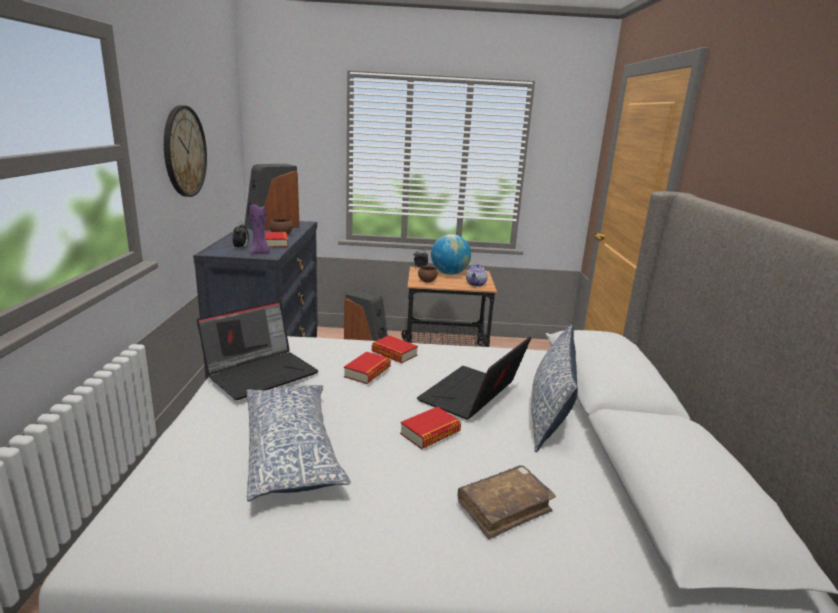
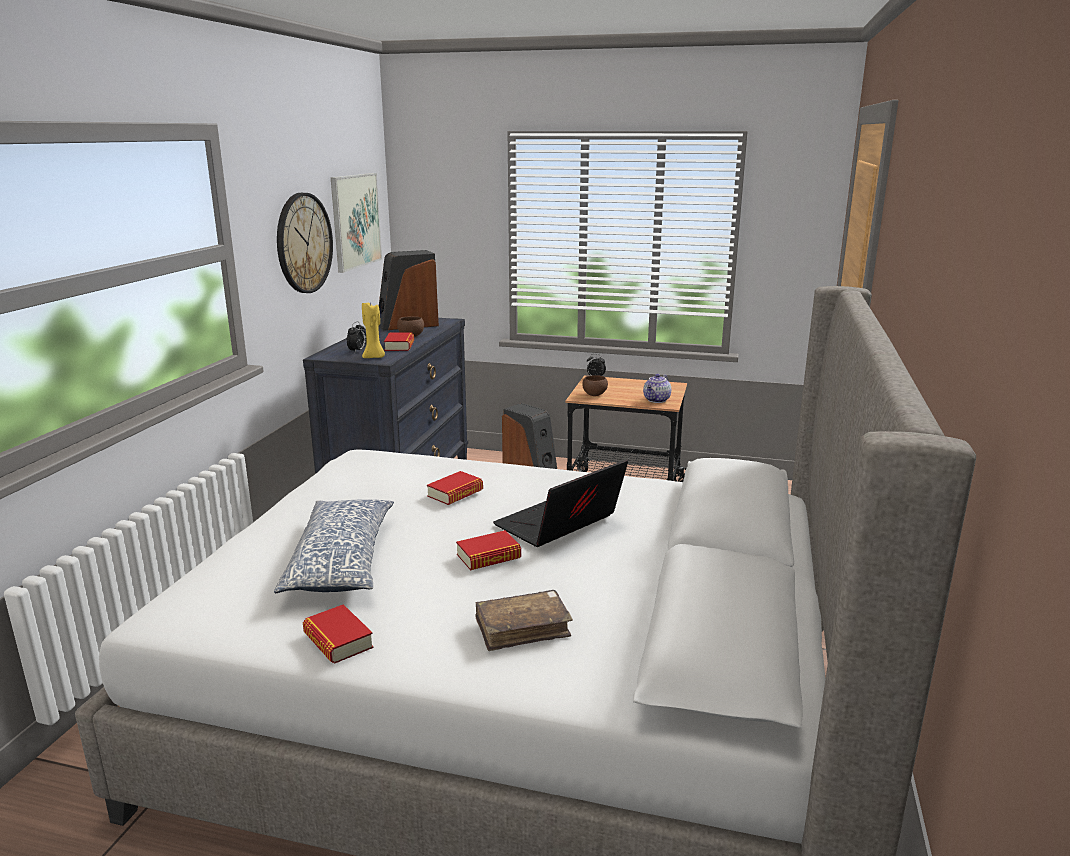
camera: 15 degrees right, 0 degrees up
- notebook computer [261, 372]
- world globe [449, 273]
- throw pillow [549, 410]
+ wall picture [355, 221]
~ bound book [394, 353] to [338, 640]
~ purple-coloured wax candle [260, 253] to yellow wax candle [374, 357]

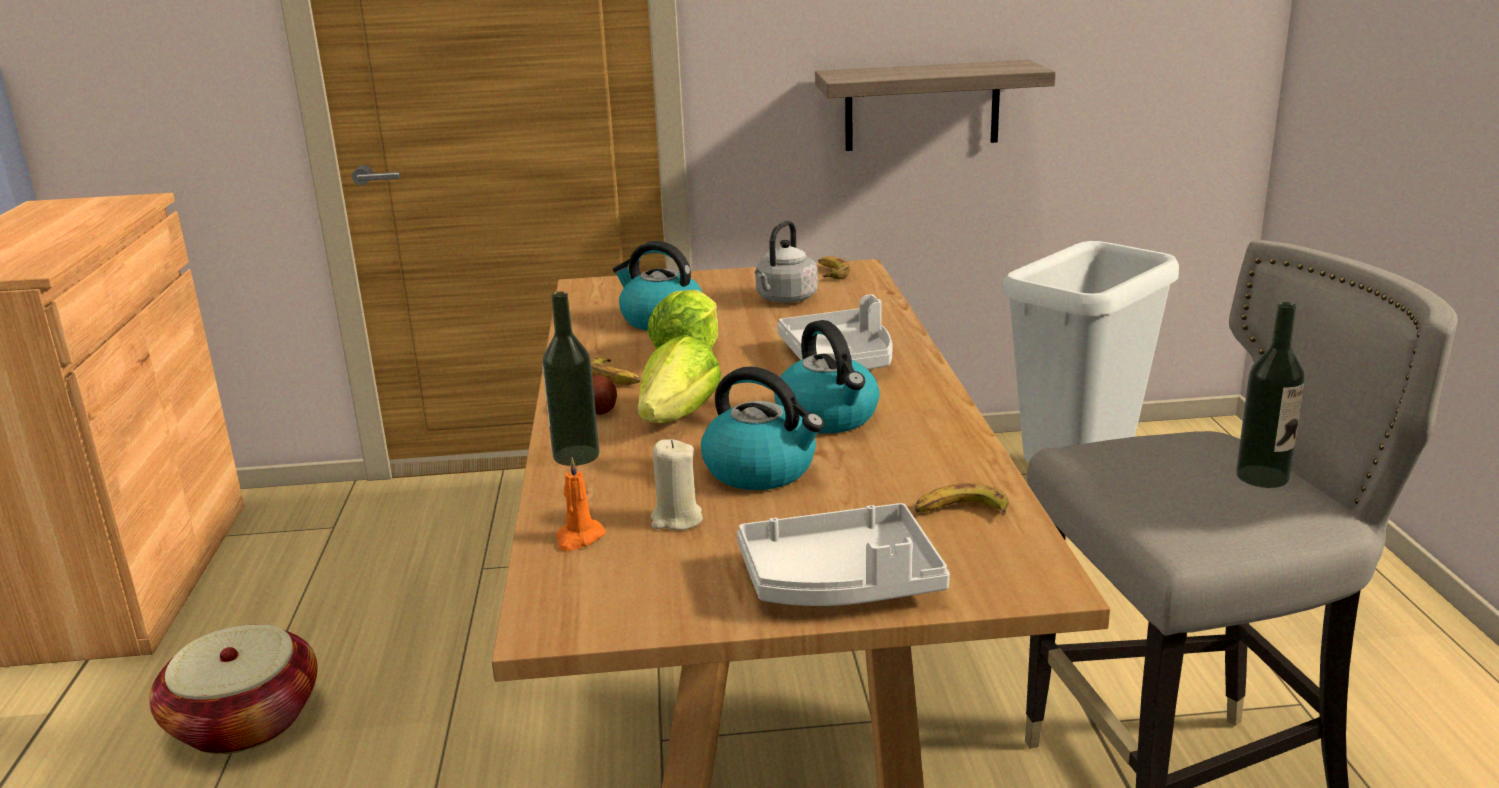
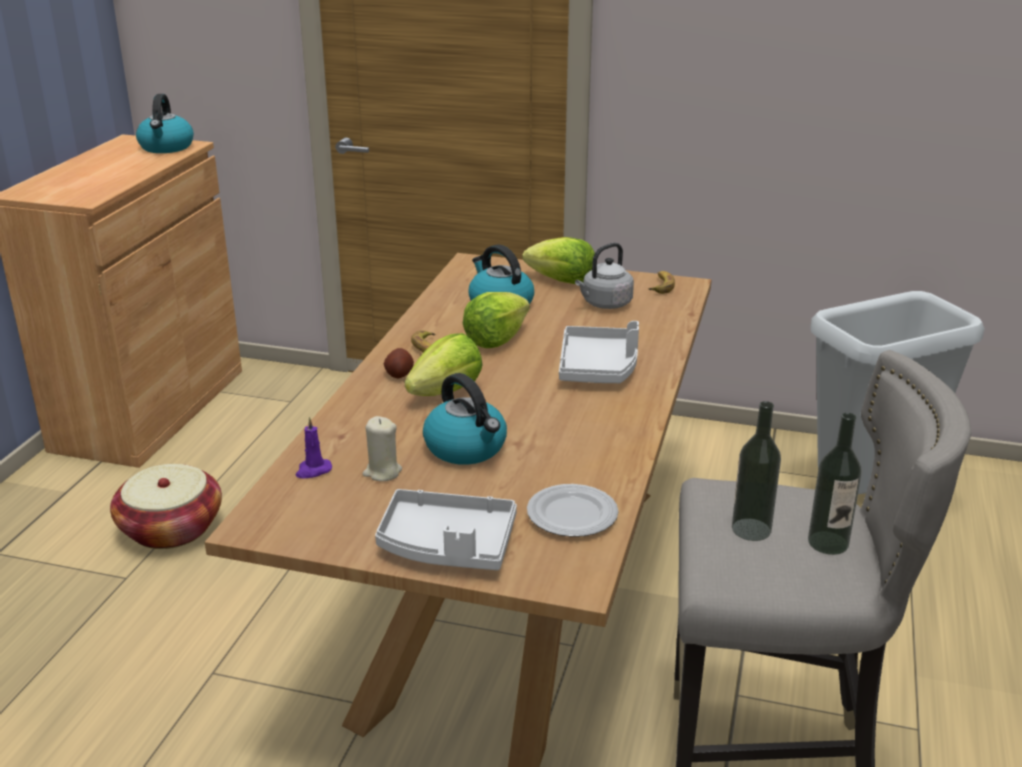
camera: 20 degrees right, 5 degrees up
- bracket shelf [922, 106]
+ lettuce [561, 281]
~ bottle [576, 455] to [751, 529]
~ tea kettle [828, 417] to [166, 147]
~ banana fruit [960, 511] to plate [571, 514]
~ orange wax candle [579, 538] to purple-coloured wax candle [313, 470]

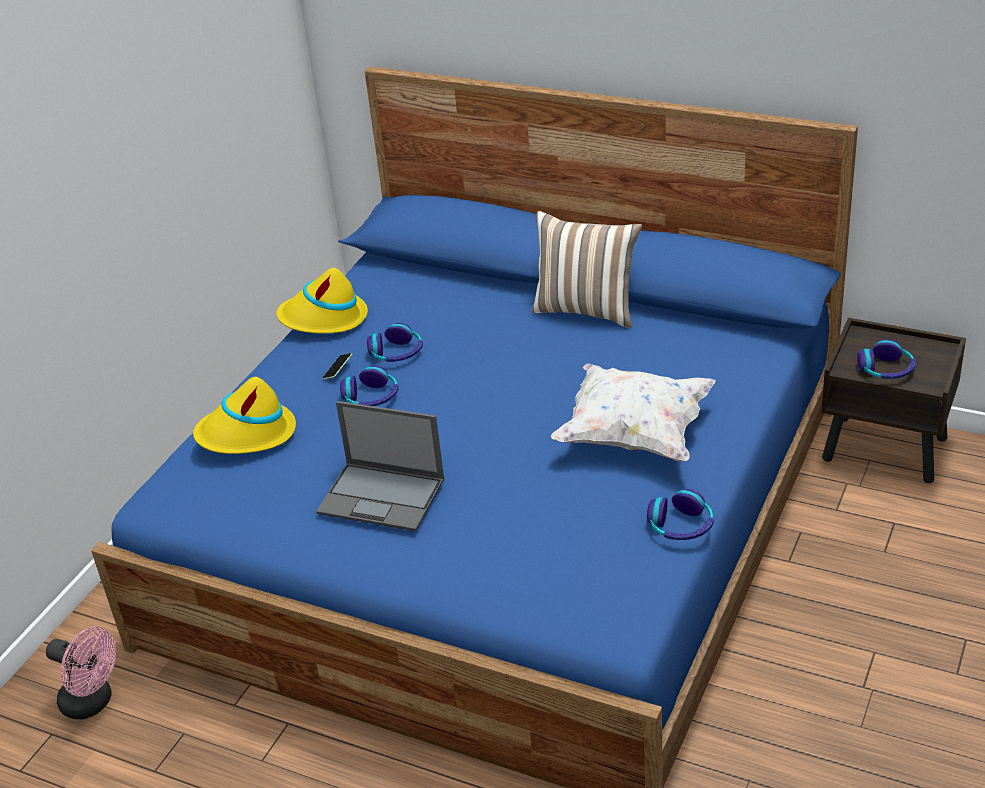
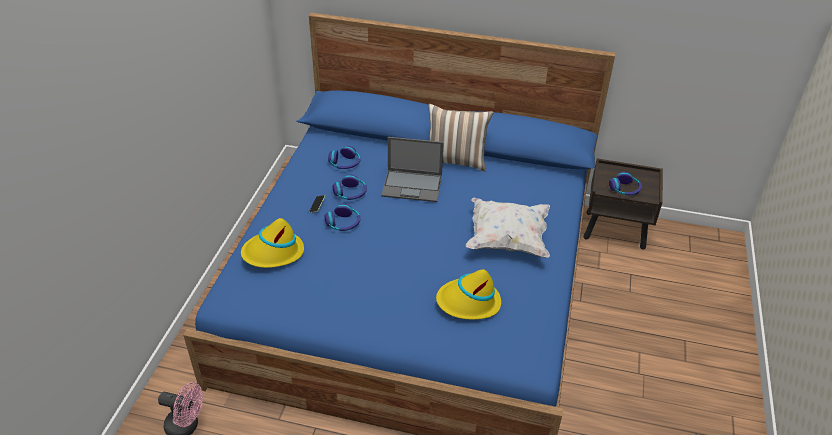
camera: 15 degrees left, 5 degrees up
~ yellow hat [324, 319] to [468, 302]
~ notebook computer [383, 496] to [413, 186]
~ headset [681, 525] to [345, 163]

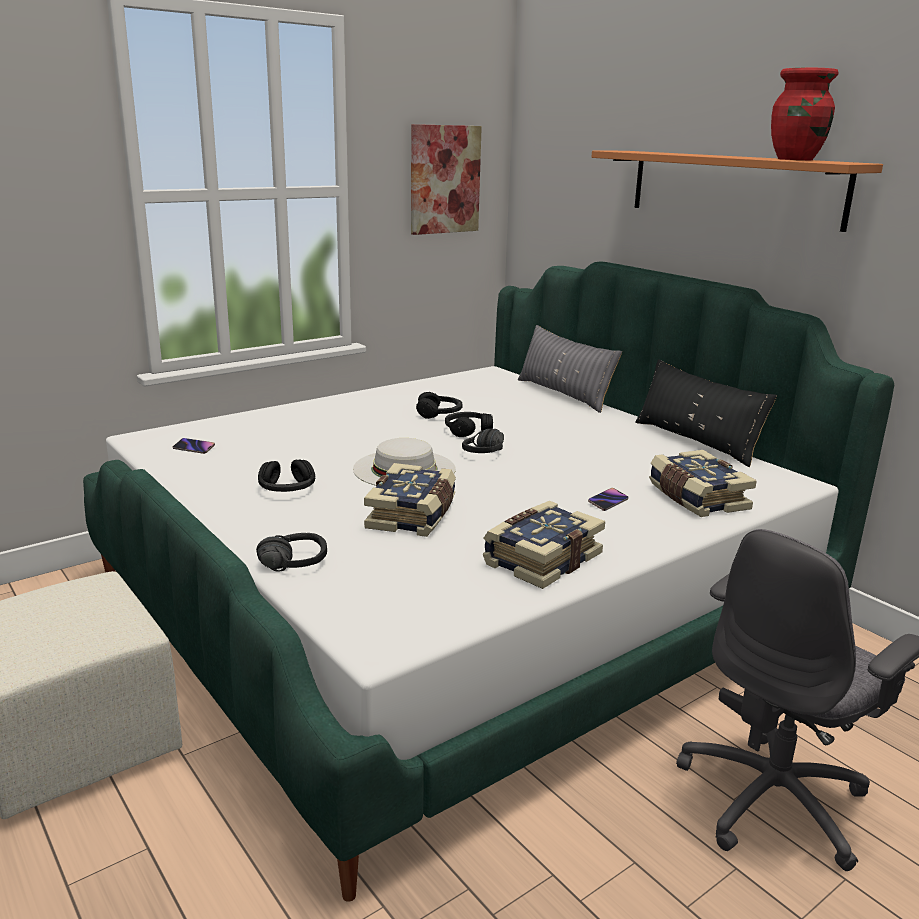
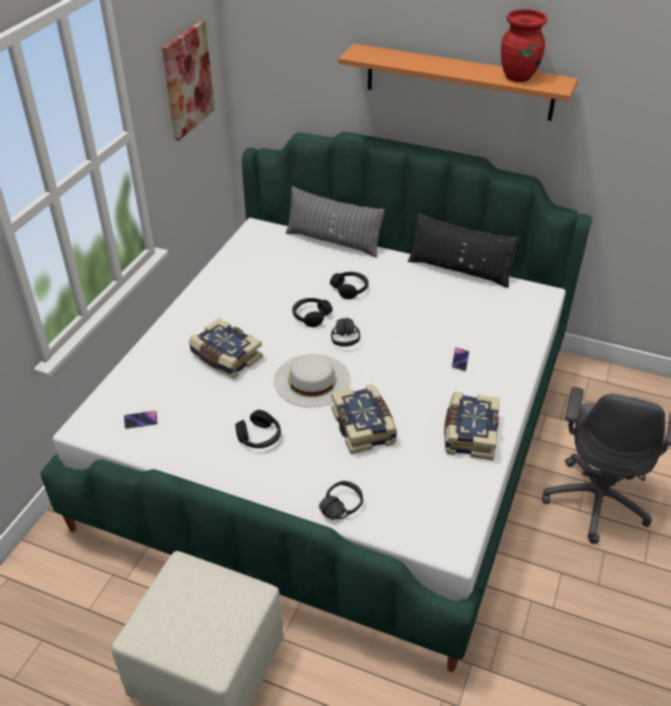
camera: 30 degrees left, 20 degrees up
~ black headset [439, 414] to [350, 289]
~ bound book [696, 498] to [225, 358]

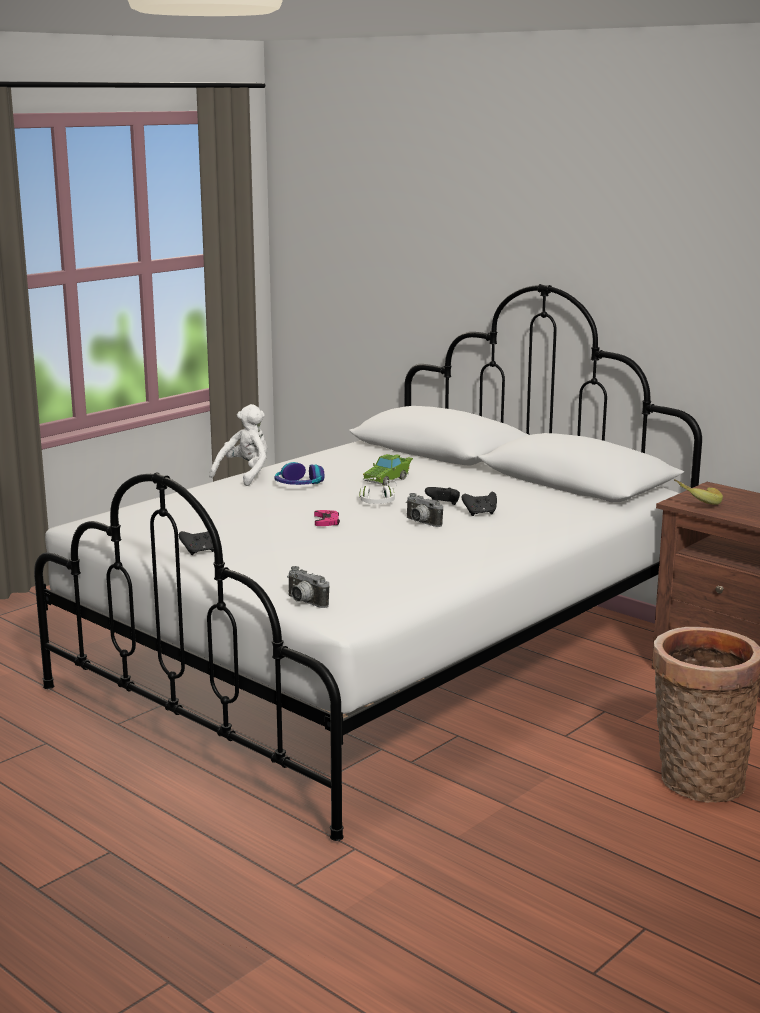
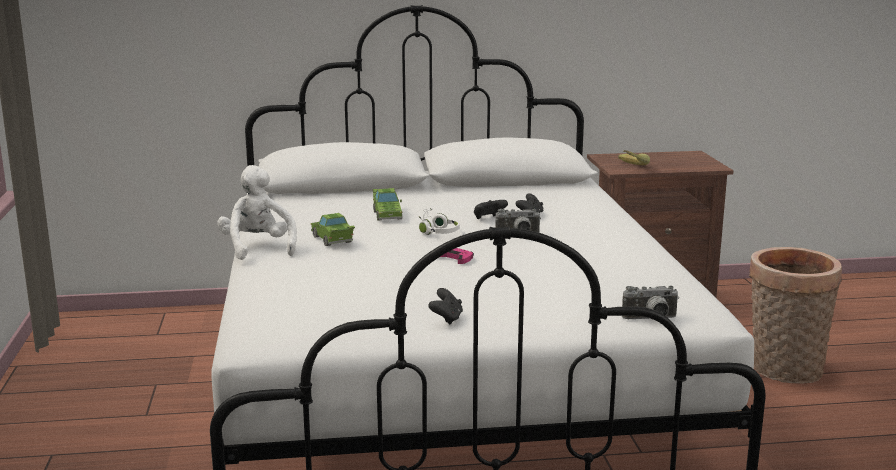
camera: 50 degrees left, 0 degrees up
~ headset [299, 485] to green miniature car [333, 240]

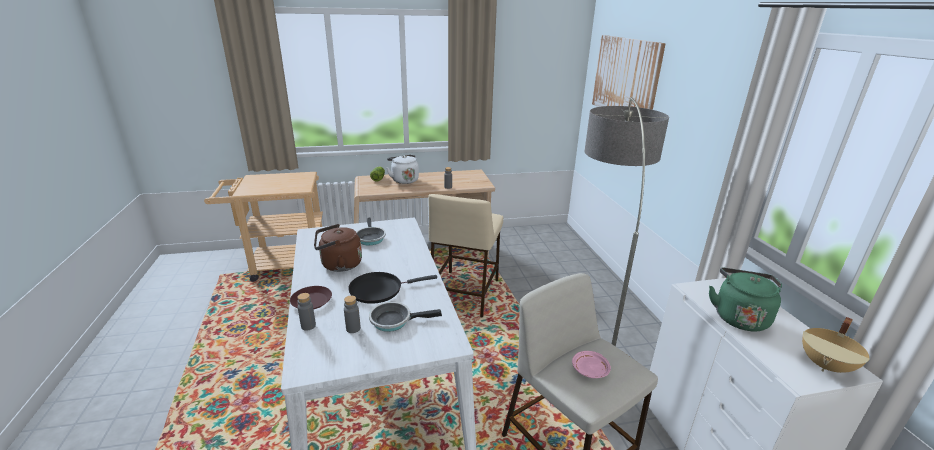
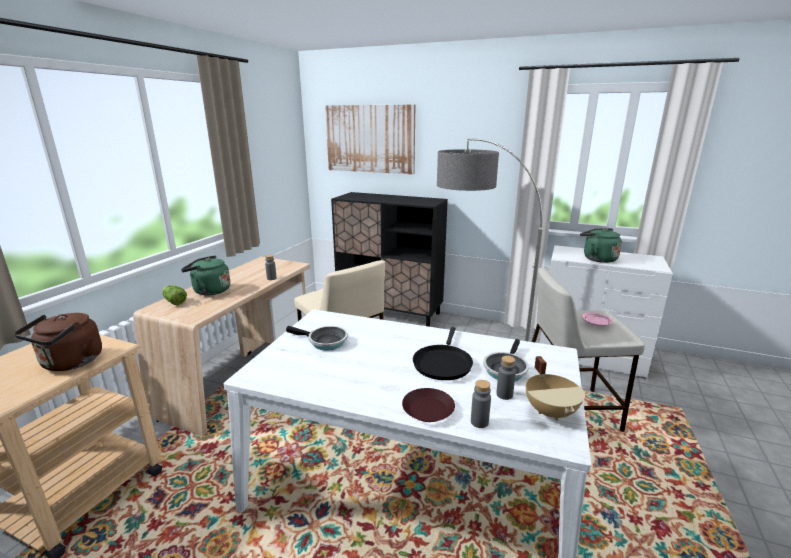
camera: 55 degrees left, 5 degrees down
+ black cabinet [390, 312]
~ brown-coloured tea kettle [339, 265] to [70, 363]
~ beige-coloured cooking pot [826, 365] to [551, 412]
~ whitish tea kettle [404, 180] to green tea kettle [209, 291]

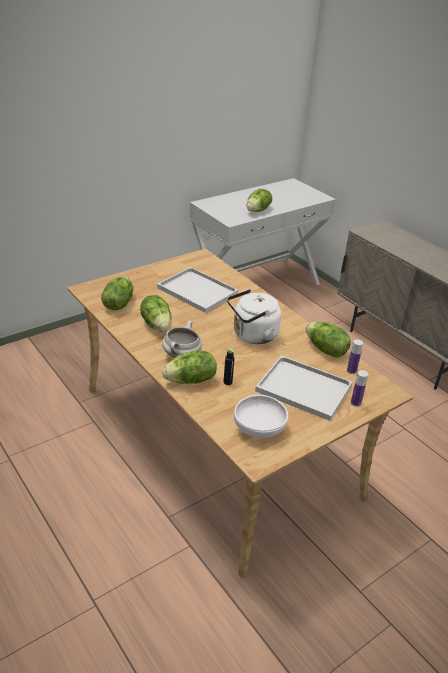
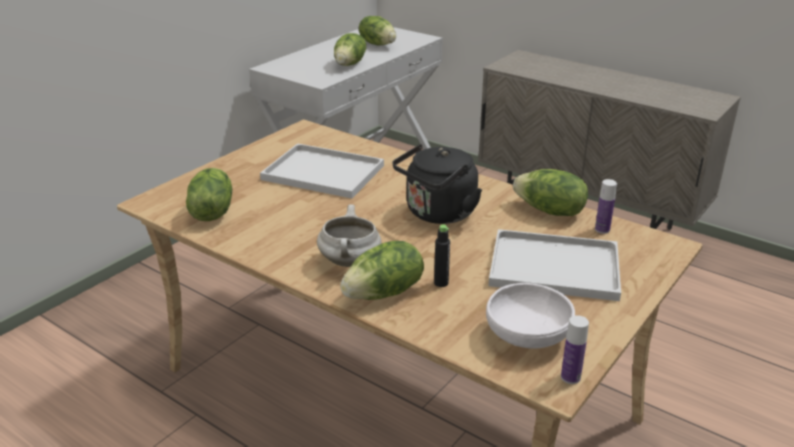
camera: 15 degrees left, 5 degrees down
~ lettuce [157, 325] to [378, 44]
~ bottle [355, 403] to [570, 377]
~ whitish tea kettle [252, 336] to black tea kettle [438, 214]

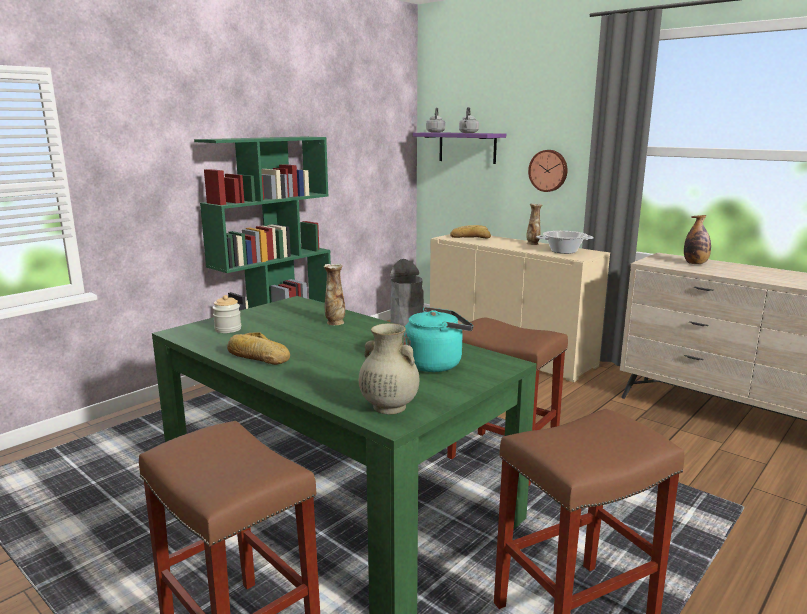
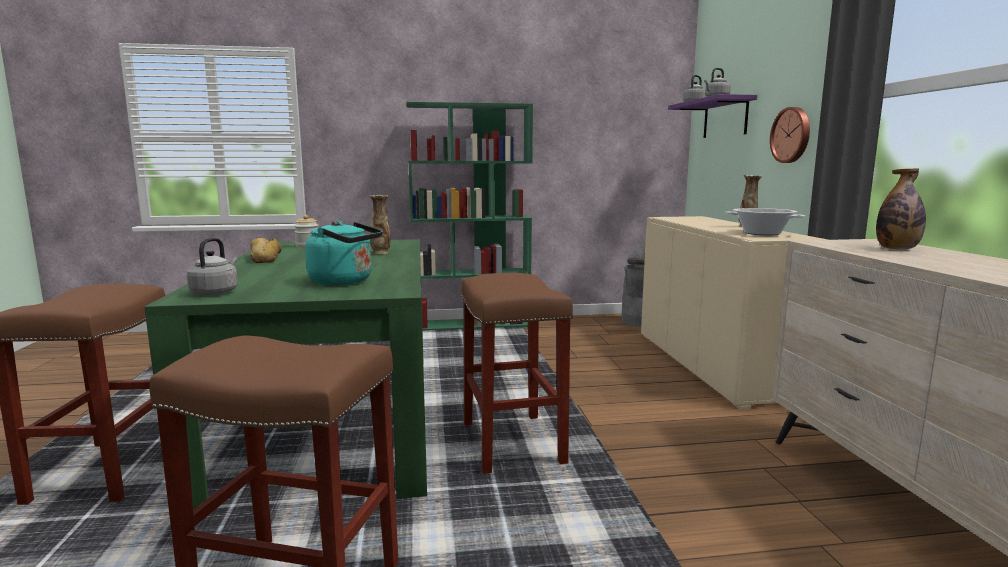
camera: 40 degrees right, 5 degrees down
- baked bread [470, 237]
~ beige-coloured decorative vase [388, 407] to gray tea kettle [216, 292]

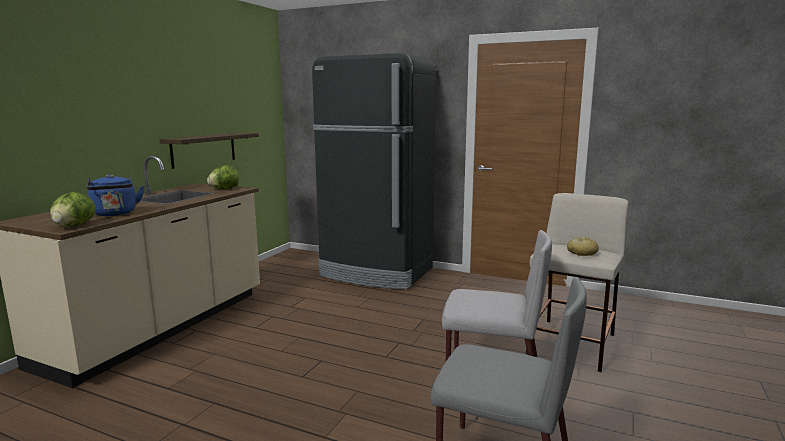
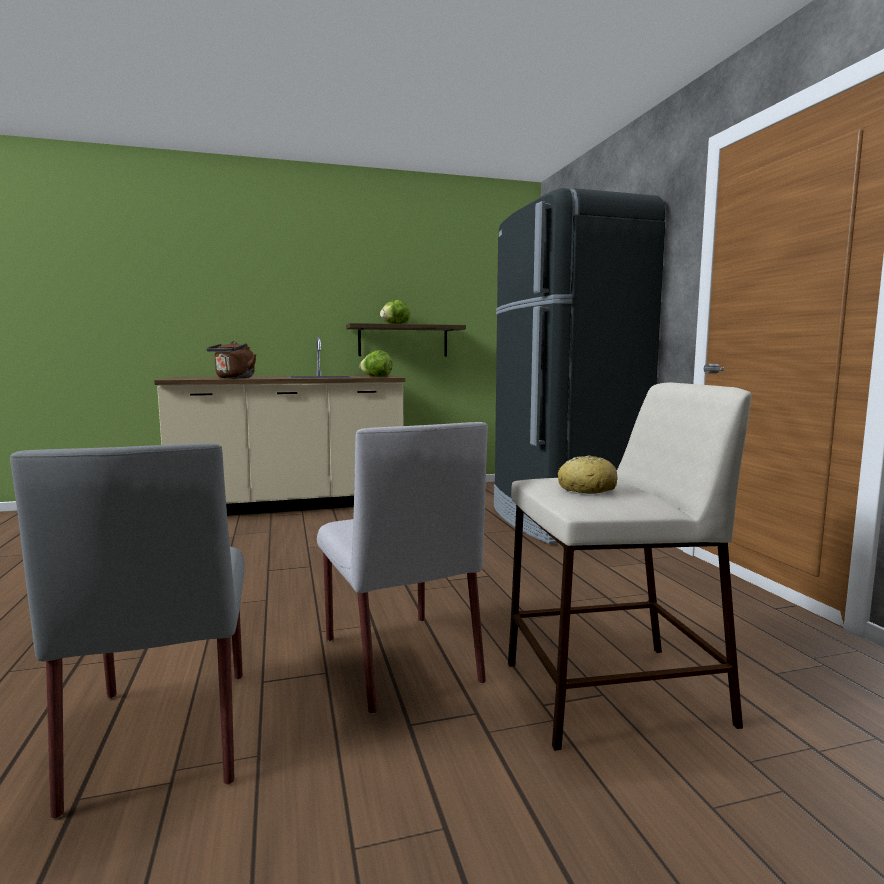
camera: 50 degrees right, 5 degrees down
~ lettuce [74, 226] to [395, 324]
~ blue tea kettle [115, 214] to brown-coloured tea kettle [234, 378]

